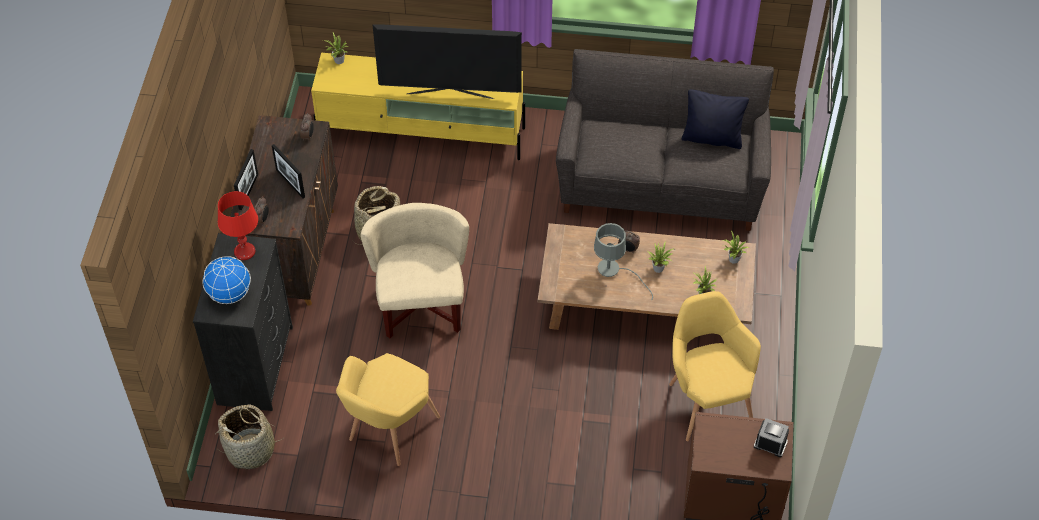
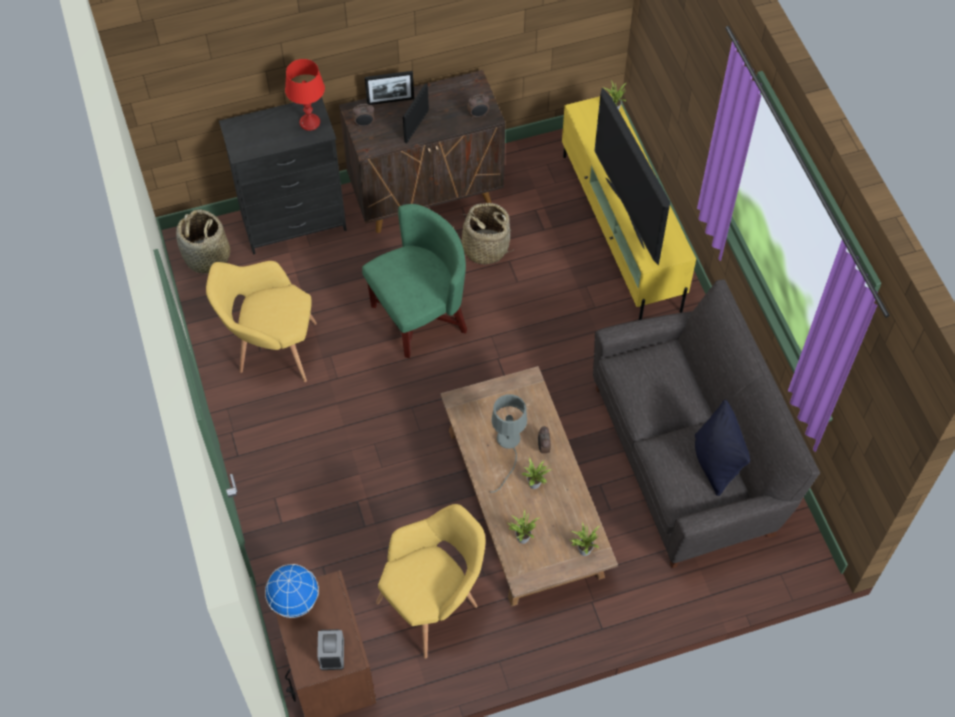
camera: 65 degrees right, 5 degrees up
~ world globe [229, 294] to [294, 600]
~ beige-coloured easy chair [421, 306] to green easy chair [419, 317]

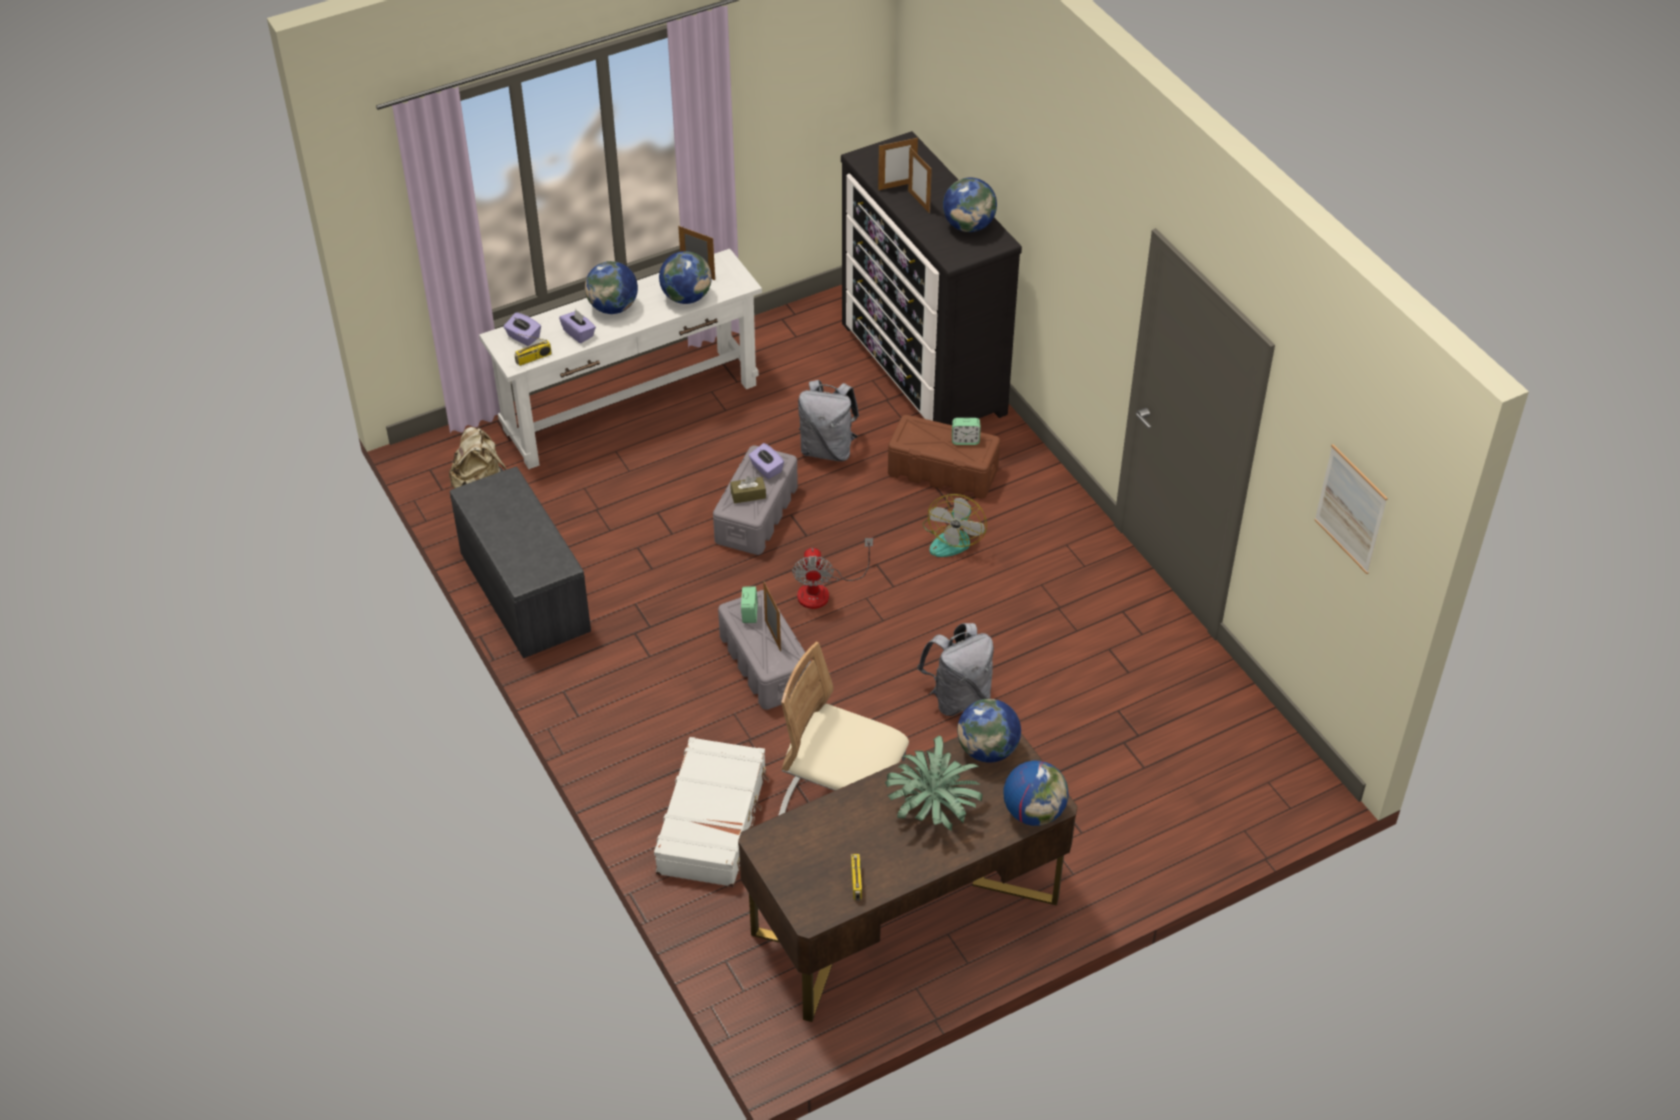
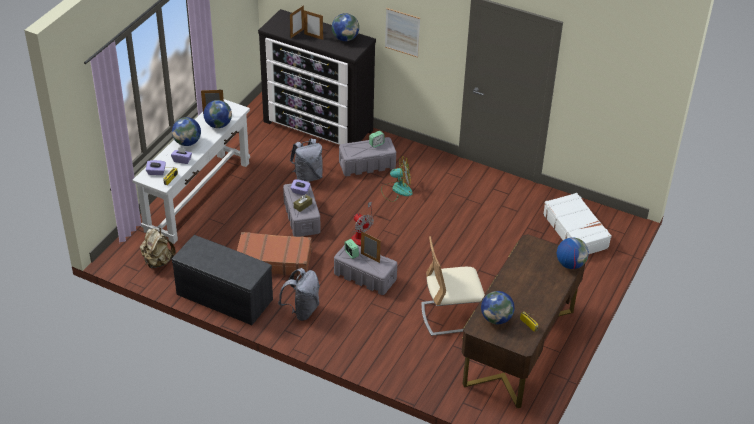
camera: 35 degrees left, 5 degrees down
- potted plant [933, 808]
+ brown-coloured travel case [274, 260]
~ whitish travel case [713, 822] to [575, 231]
~ gray knapsack [958, 697] to [302, 310]
~ world globe [987, 750] to [496, 319]
~ wall picture [1350, 509] to [402, 32]
~ brown-coloured storage box [943, 472] to gray storage box [367, 165]
~ electric fan [953, 537] = [397, 190] 75 degrees counterclockwise

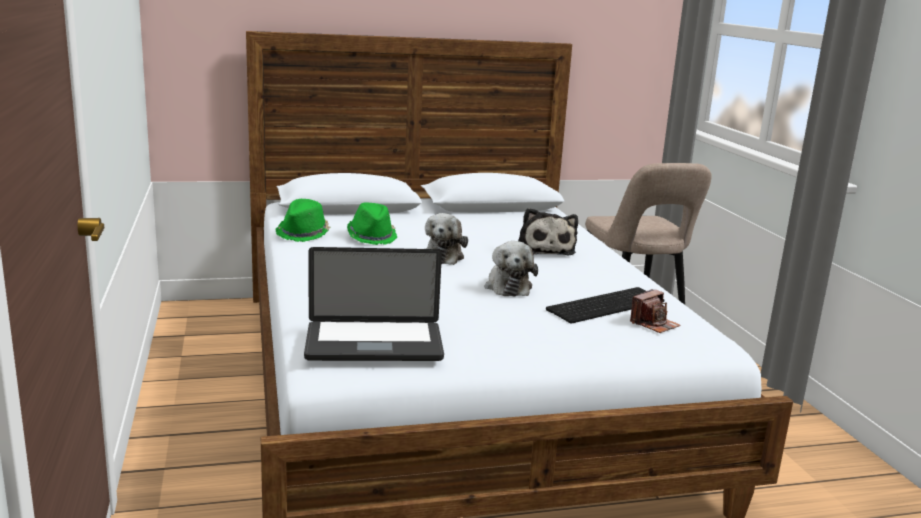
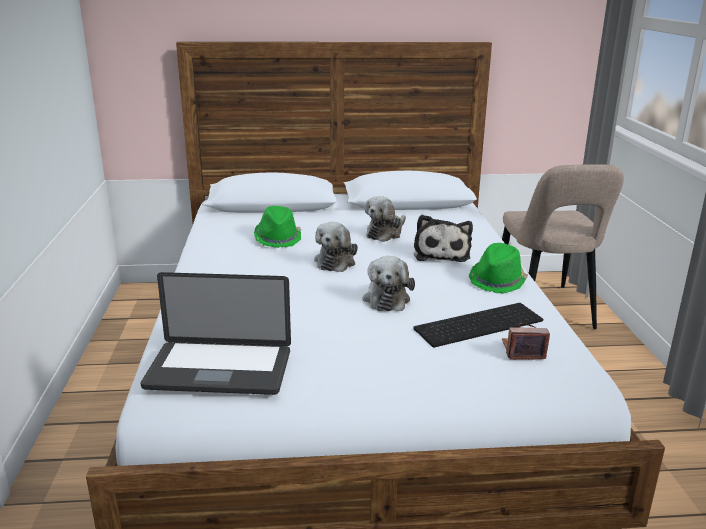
camera: 10 degrees right, 5 degrees up
+ cuddly toy [385, 233]
~ green hat [304, 233] to [497, 281]
~ photo camera [654, 324] = [522, 351] 150 degrees counterclockwise

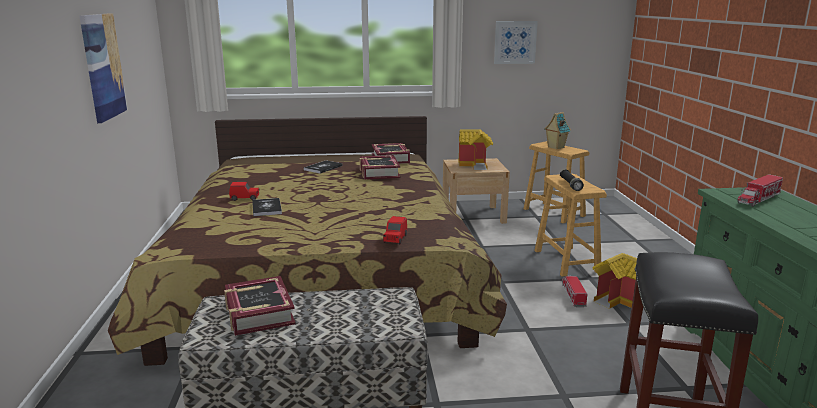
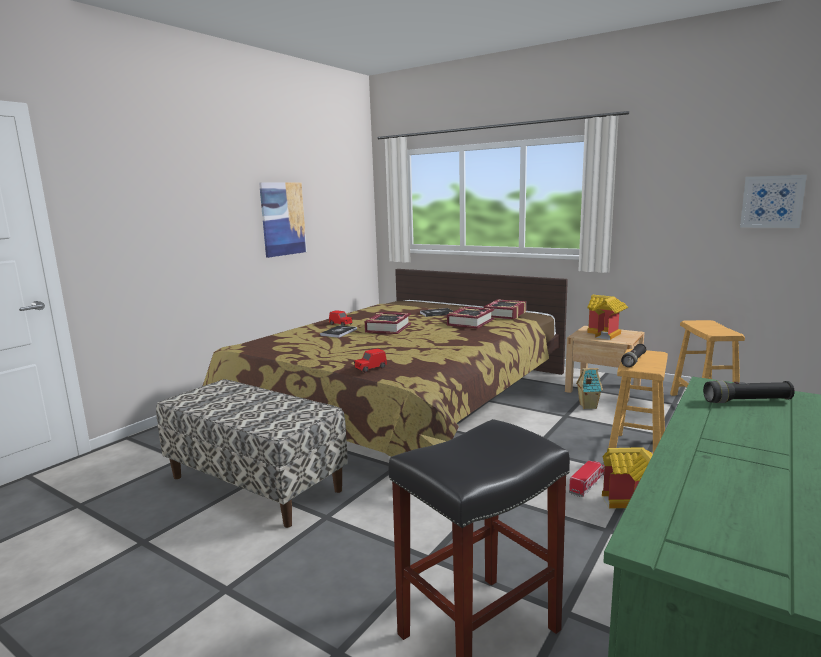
camera: 40 degrees right, 5 degrees down
~ bound book [258, 313] to [388, 328]
~ wall picture [515, 42] to [772, 201]
~ model house [555, 147] to [587, 406]
~ toy truck [758, 199] to black hand torch [747, 401]

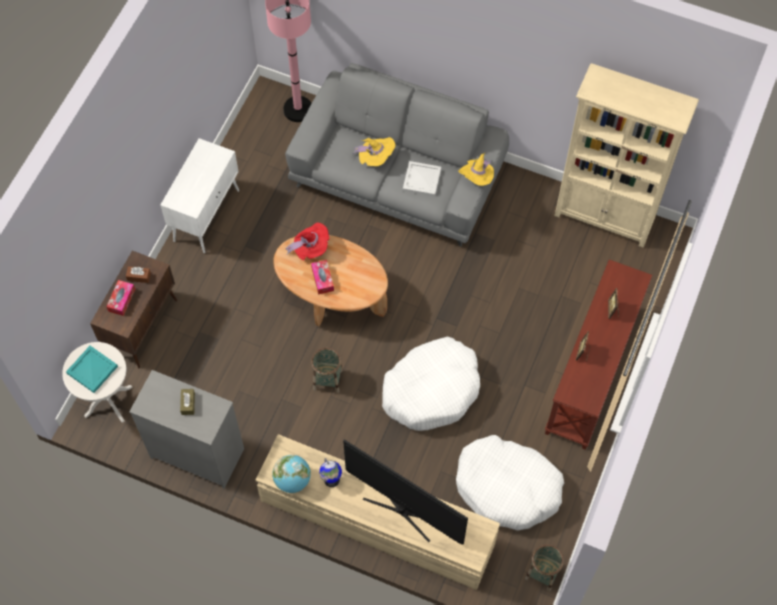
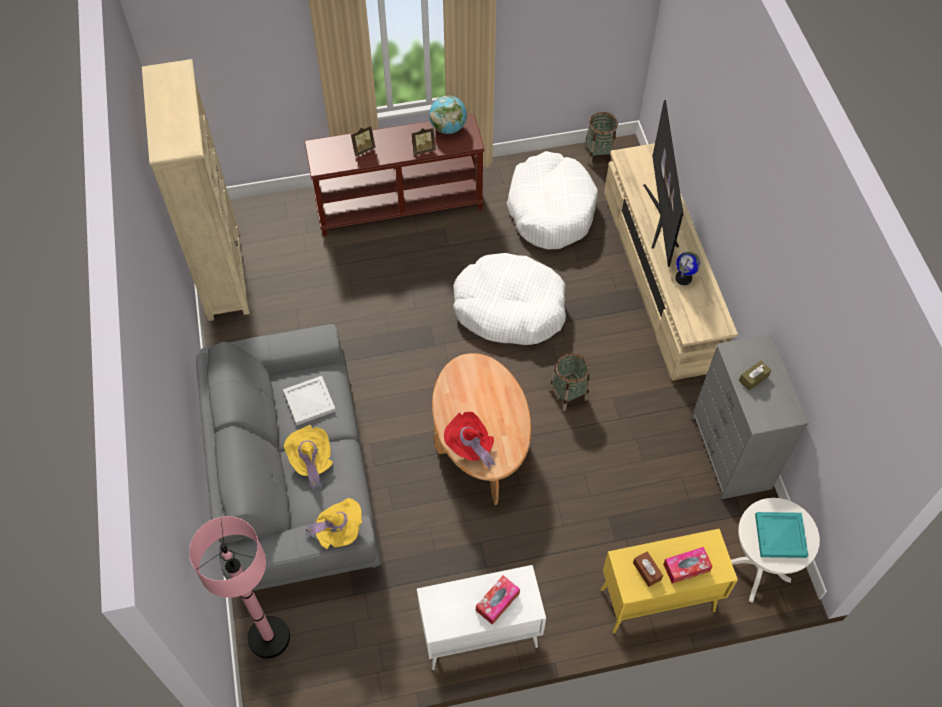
camera: 125 degrees left, 5 degrees down
~ world globe [292, 480] to [448, 128]
~ tissue box [322, 279] to [497, 602]
~ yellow hat [477, 178] to [339, 531]
~ brown-coloured cabinet [142, 327] to yellow cabinet [656, 600]

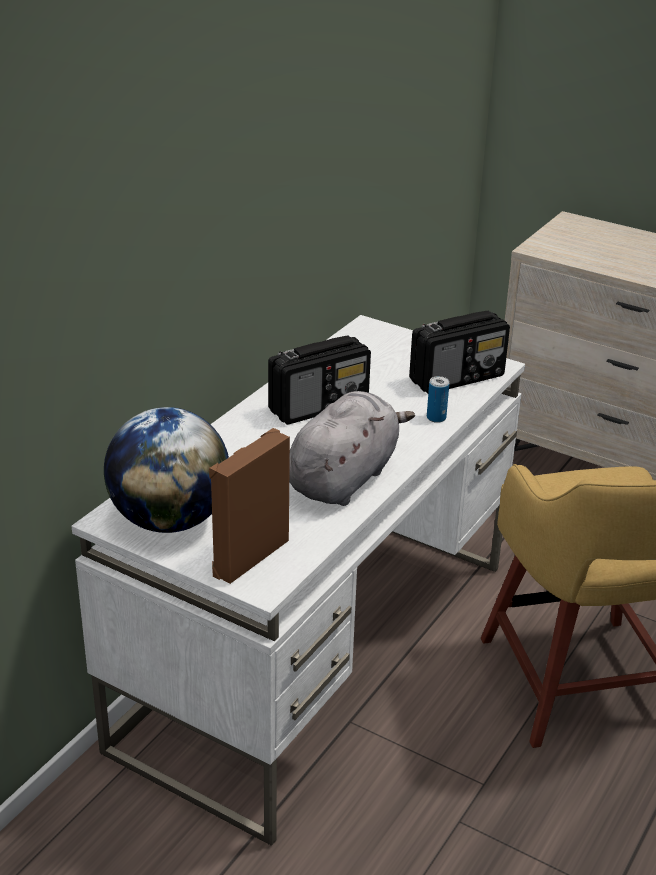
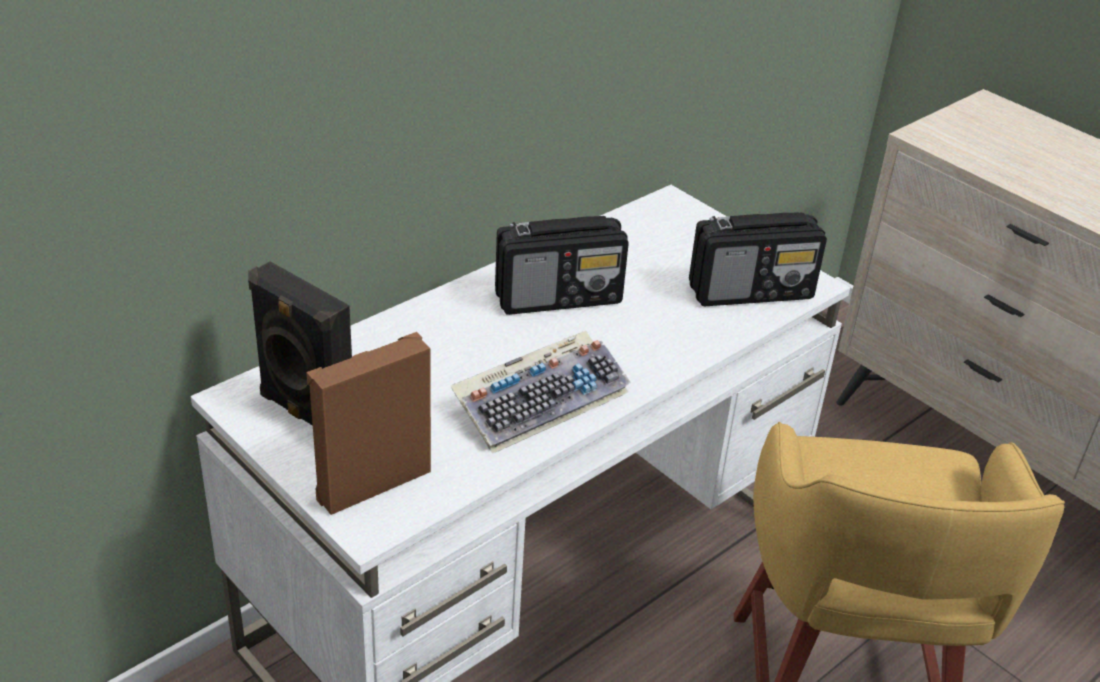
camera: 15 degrees right, 5 degrees up
- can [436, 418]
~ world globe [170, 520] to black loudspeaker [304, 413]
~ gray cuddly toy [344, 478] to PC keyboard [541, 400]

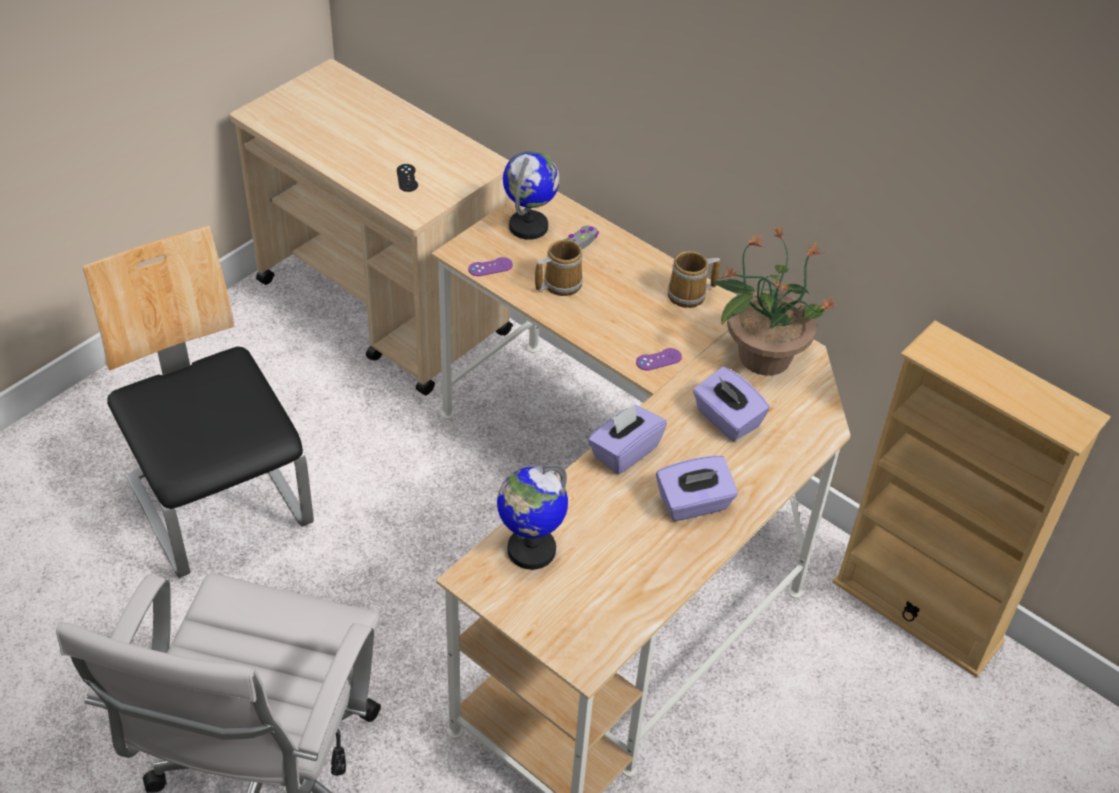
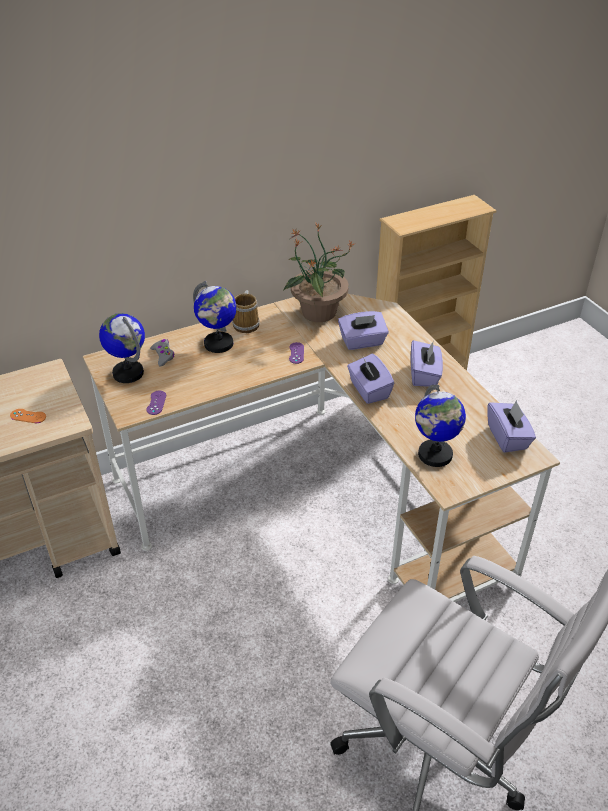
camera: 65 degrees left, 5 degrees down
- chair [220, 502]
- mug [559, 283]
+ world globe [218, 344]
+ purple-coloured tissue box [508, 437]
~ black game controller [407, 178] to orange game controller [28, 416]

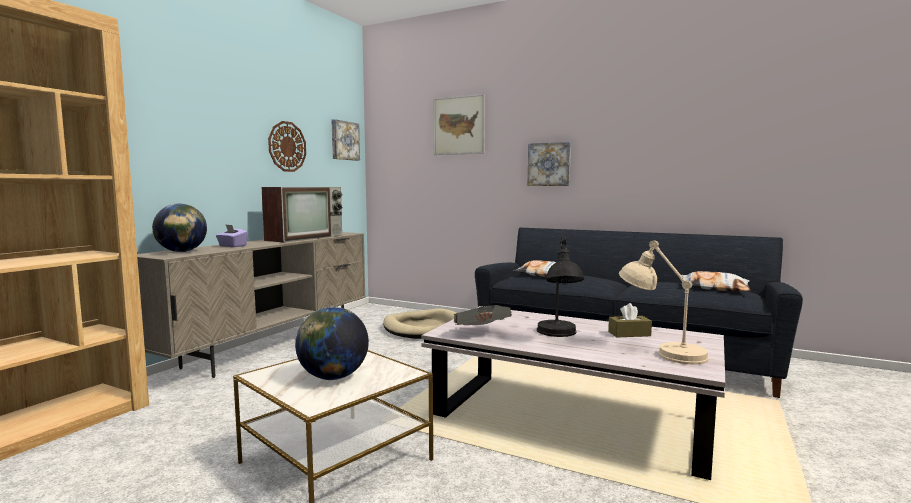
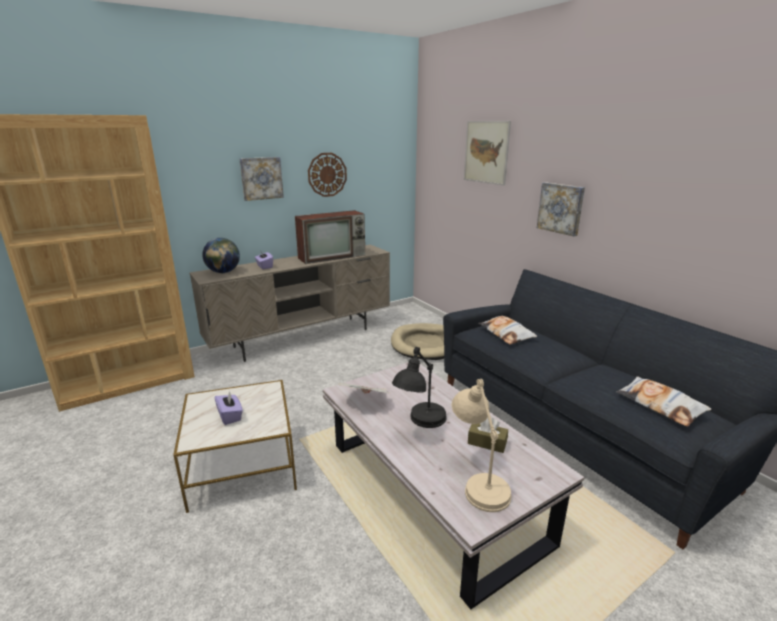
camera: 30 degrees right, 15 degrees up
~ wall picture [344, 140] to [261, 178]
~ world globe [333, 377] to purple-coloured tissue box [230, 416]

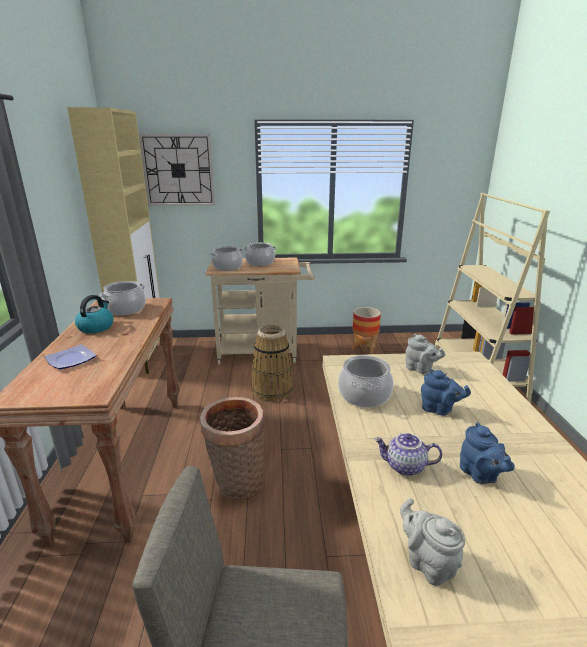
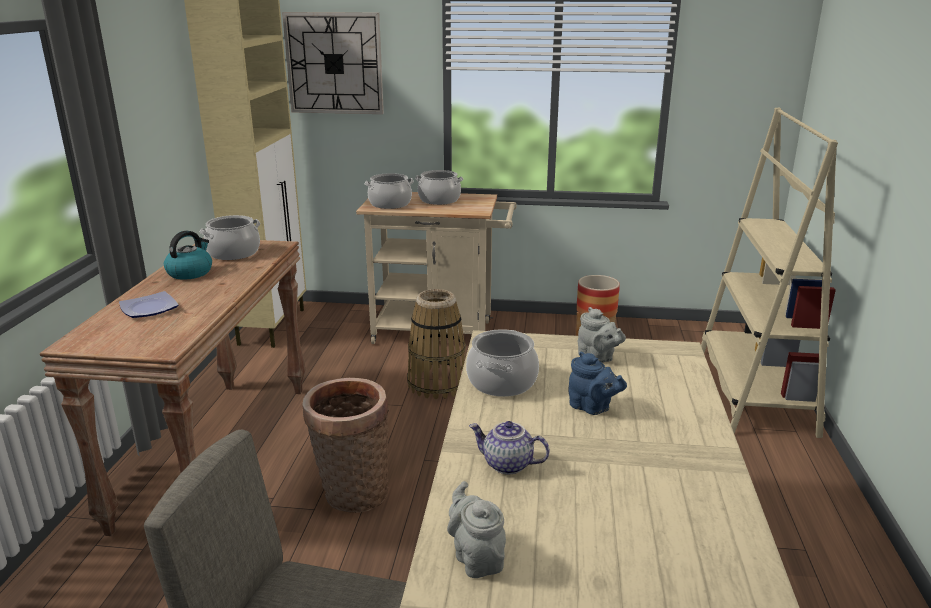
camera: 10 degrees right, 0 degrees up
- blue teapot [480, 475]

